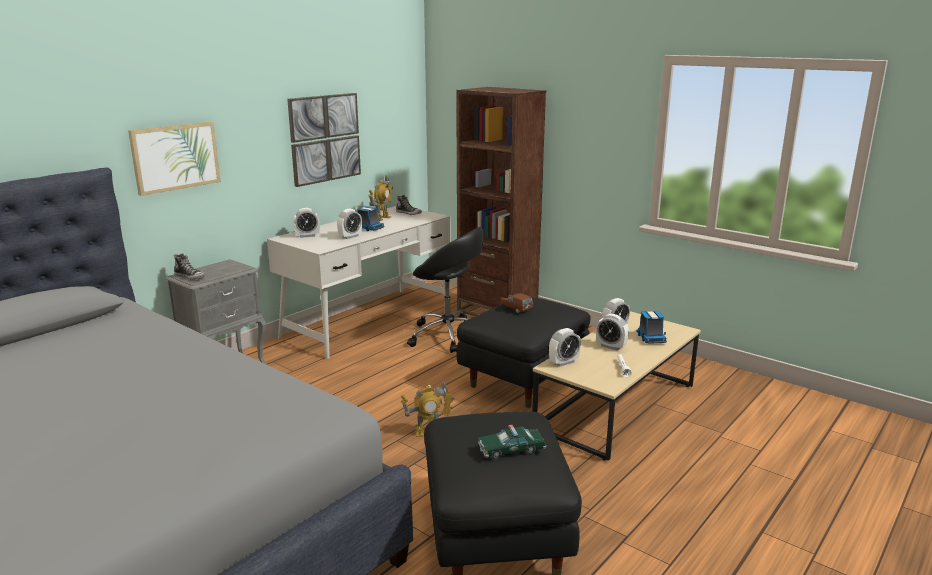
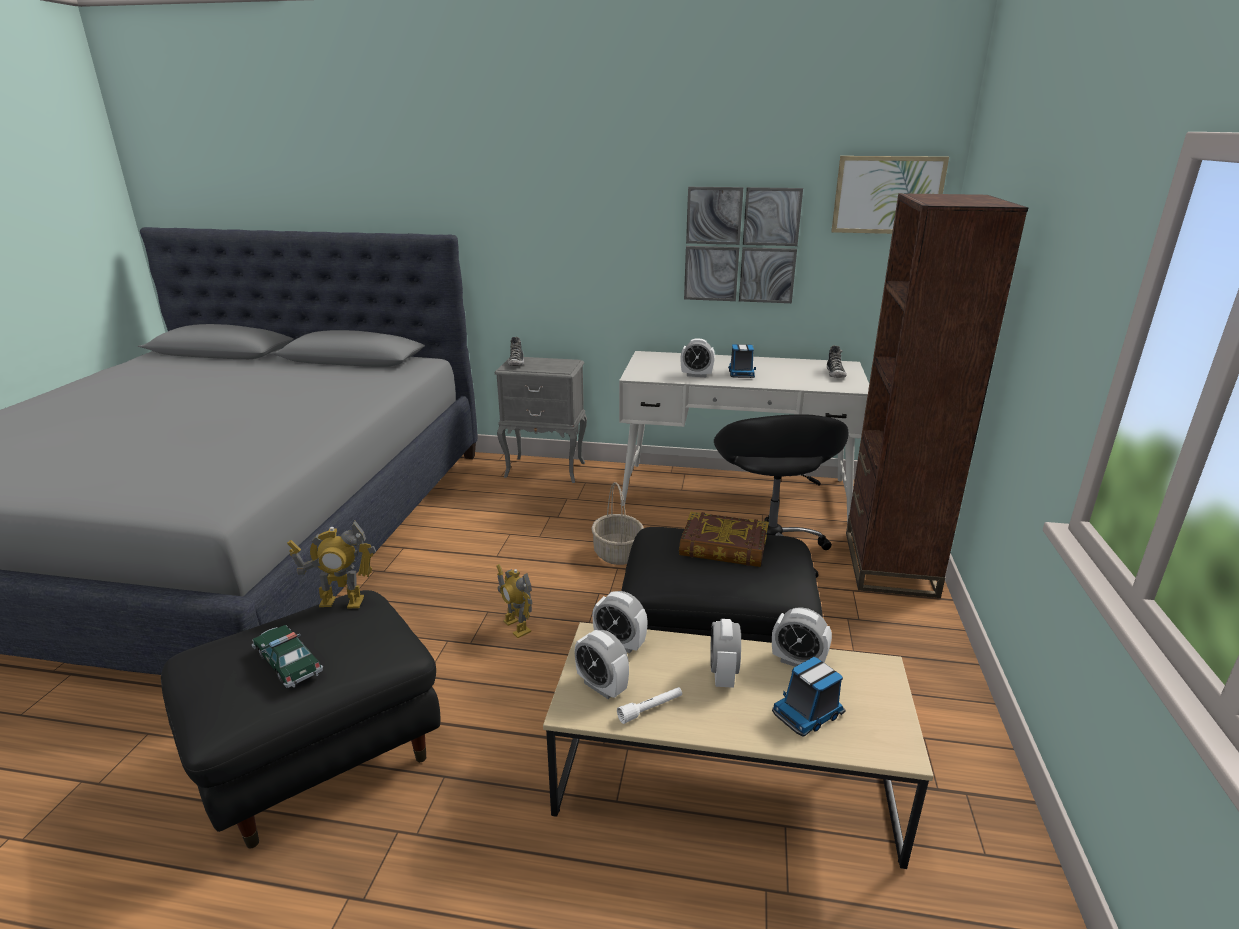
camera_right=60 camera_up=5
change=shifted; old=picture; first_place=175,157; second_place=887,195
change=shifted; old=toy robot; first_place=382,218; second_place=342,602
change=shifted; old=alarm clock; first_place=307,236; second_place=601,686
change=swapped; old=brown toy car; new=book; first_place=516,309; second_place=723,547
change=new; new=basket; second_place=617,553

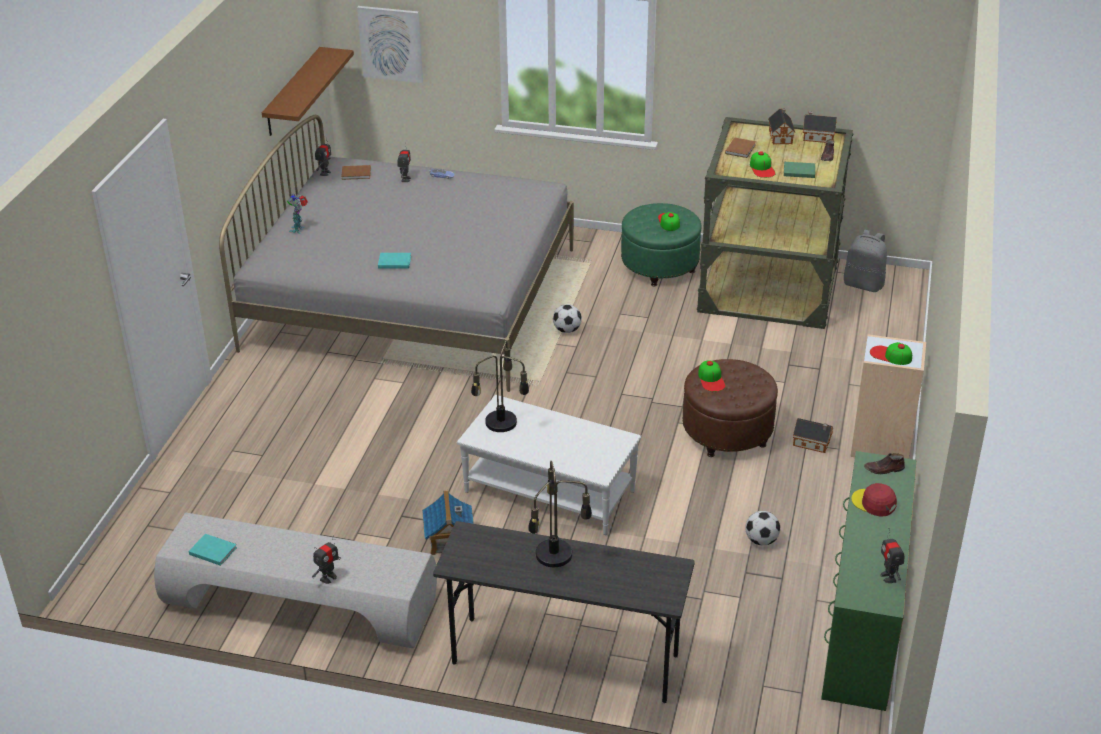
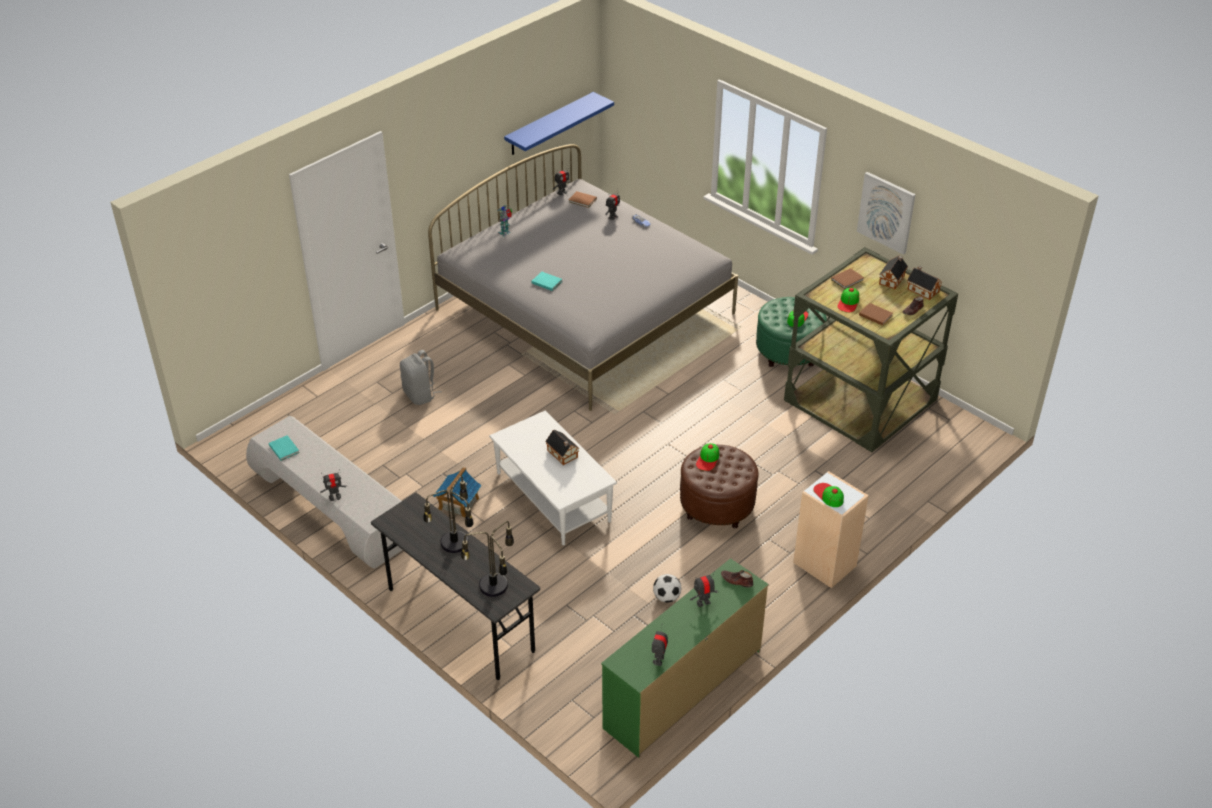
camera_right=30 camera_up=5
change=shifted; old=picture; first_place=391,43; second_place=886,212
change=repainted; old=brown shelf; new=blue shelf; first_place=293,92; second_place=550,124
change=repainted; old=green book; new=brown book; first_place=798,171; second_place=875,315
change=shifted; old=grey backpack; first_place=864,284; second_place=420,395
change=gone; old=football; first_place=567,330
change=shifted; old=table lamp; first_place=501,423; second_place=493,586
change=shifted; old=toy house; first_place=813,443; second_place=563,454
change=swapped; old=red cap; new=toy robot; first_place=874,503; second_place=703,602

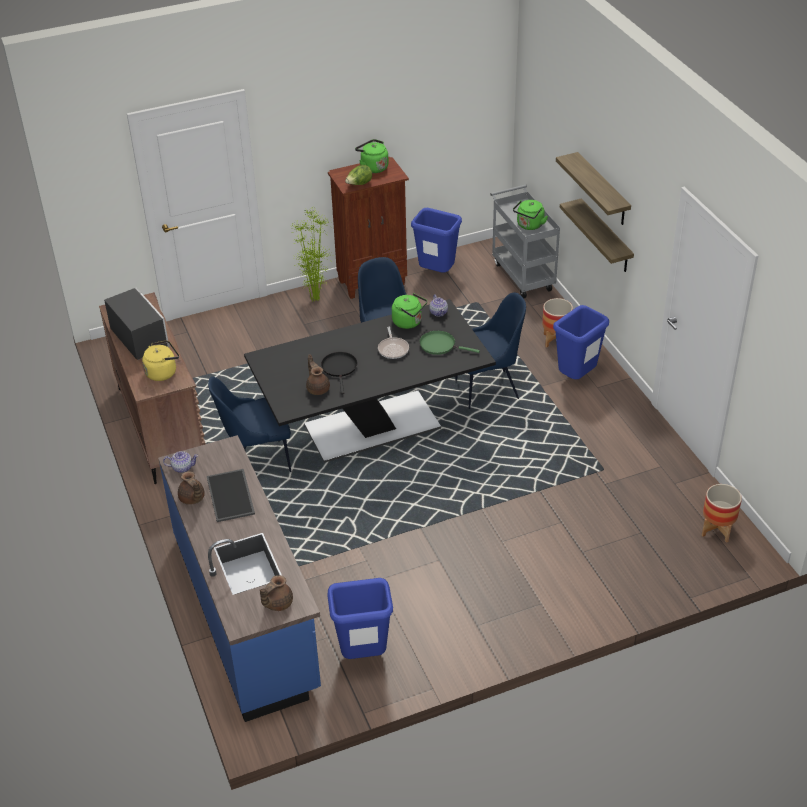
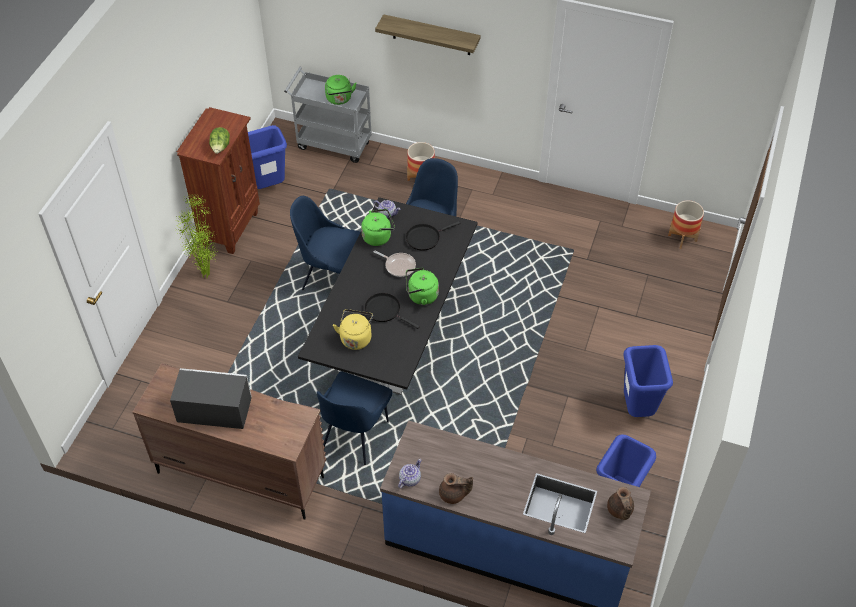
camera_right=-50 camera_up=10
change=shifted; old=green kettle; first_place=373,167; second_place=421,296
change=gone; old=shelf; first_place=605,237
change=shifted; old=blue trash can; first_place=576,378; second_place=637,409
change=repainted; old=green frying pan; new=black frying pan; first_place=440,345; second_place=425,238
change=shifted; old=yellow kettle; first_place=163,372; second_place=356,337
change=gone; old=brown teapot; first_place=318,388
change=gone; old=tray; first_place=231,496

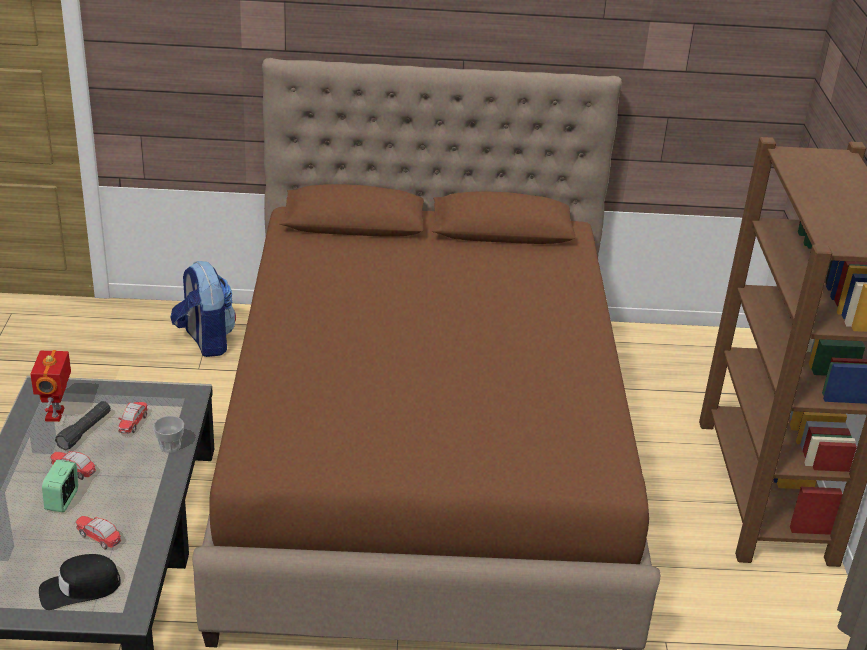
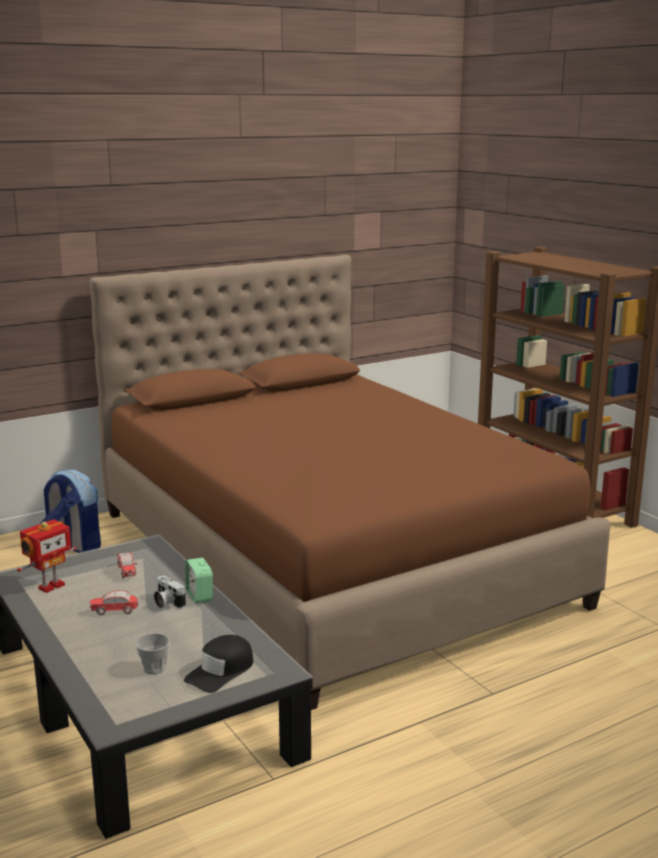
camera_right=-30 camera_up=-15
change=rotated; old=toy robot; first_place=56,414; second_place=50,586; degrees=-105
change=gone; old=black flashlight; first_place=85,431
change=shifted; old=cup; first_place=170,446; second_place=154,668
change=shifted; old=alarm clock; first_place=62,500; second_place=199,596
change=gone; old=toy car; first_place=99,538
change=new; new=photo camera; second_place=167,602

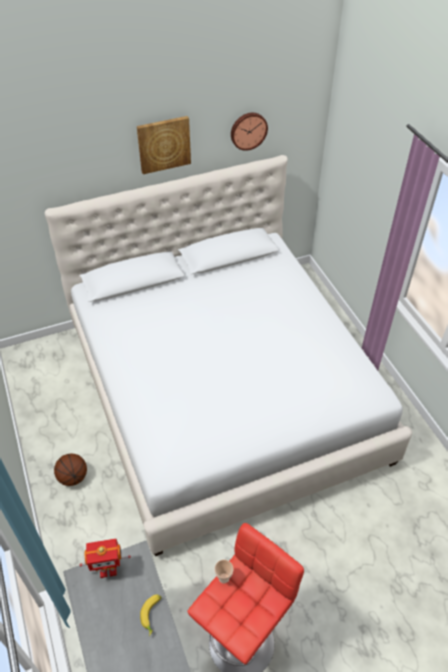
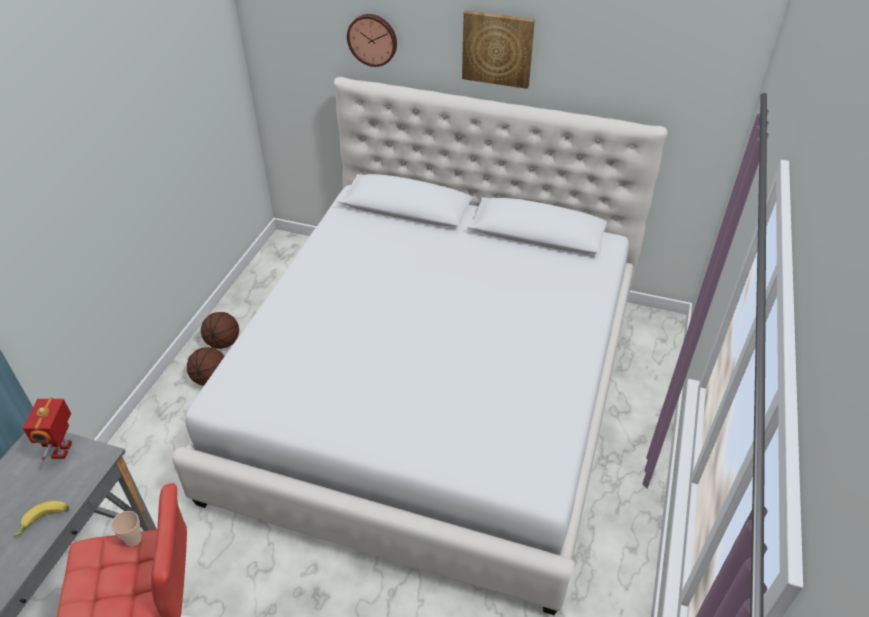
camera_right=40 camera_up=-5
change=shifted; old=wall clock; first_place=248,130; second_place=373,39
change=rotated; old=toy robot; first_place=108,570; second_place=63,450; degrees=60
change=new; new=basketball; second_place=223,342

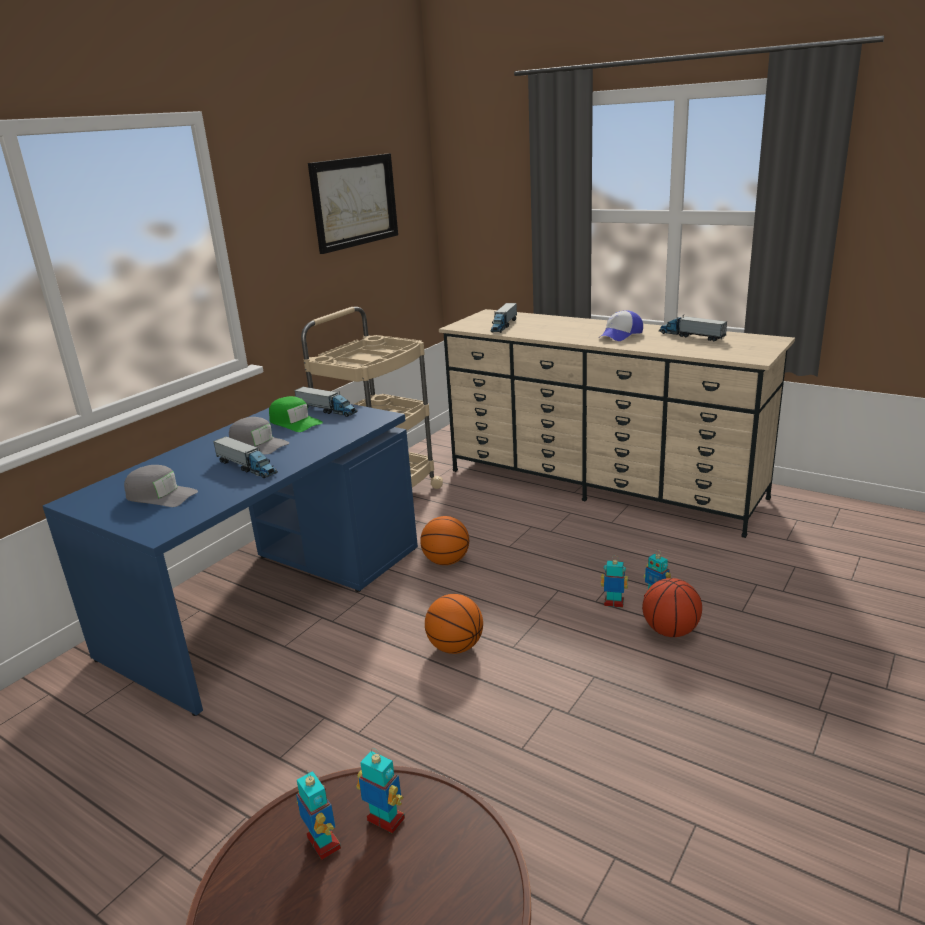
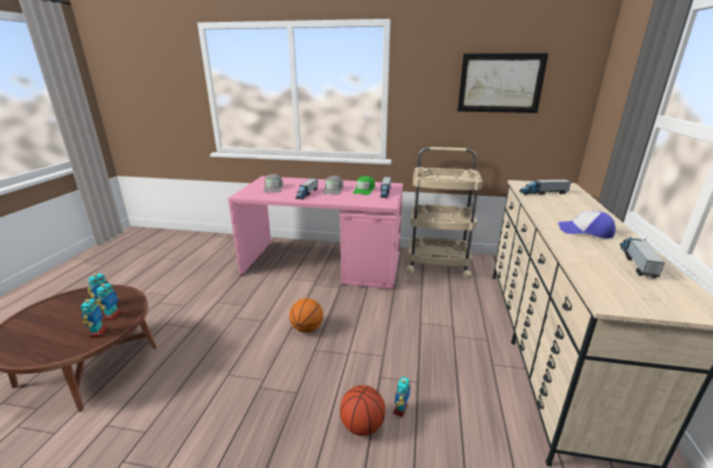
camera_right=65 camera_up=0
change=repainted; old=blue desk; new=pink desk; first_place=269,599; second_place=323,263
change=gone; old=basketball; first_place=446,561
change=shifted; old=toy robot; first_place=614,603; second_place=98,332

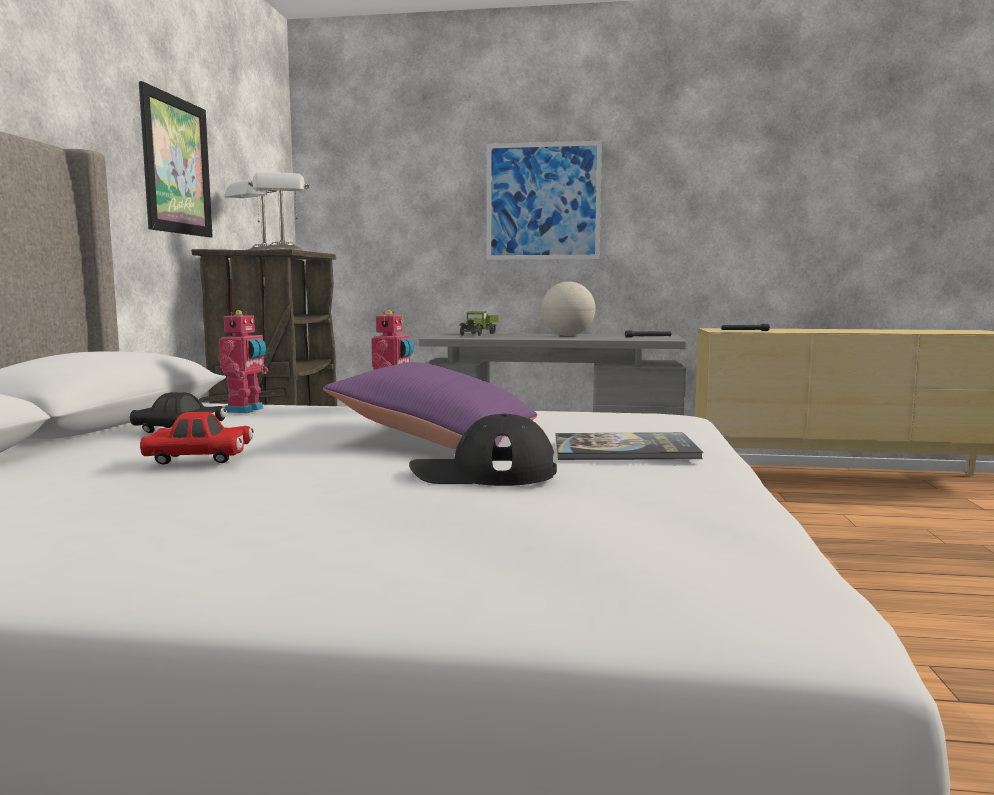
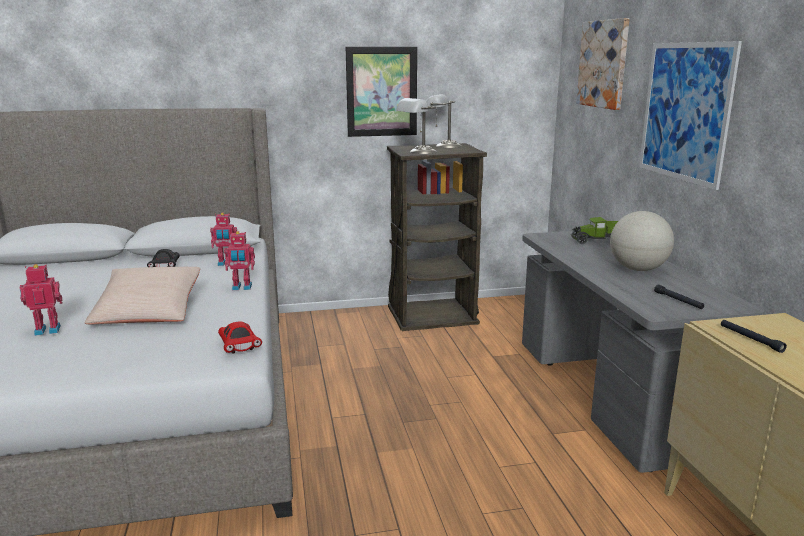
camera_right=70 camera_up=10
change=repainted; old=purple pillow; new=beige pillow; first_place=439,438; second_place=148,311
change=shifted; old=red toy car; first_place=199,459; second_place=239,346
change=swapped; old=black cap; new=toy robot; first_place=483,473; second_place=48,329
change=gone; old=book; first_place=624,449
change=new; new=picture; second_place=603,64

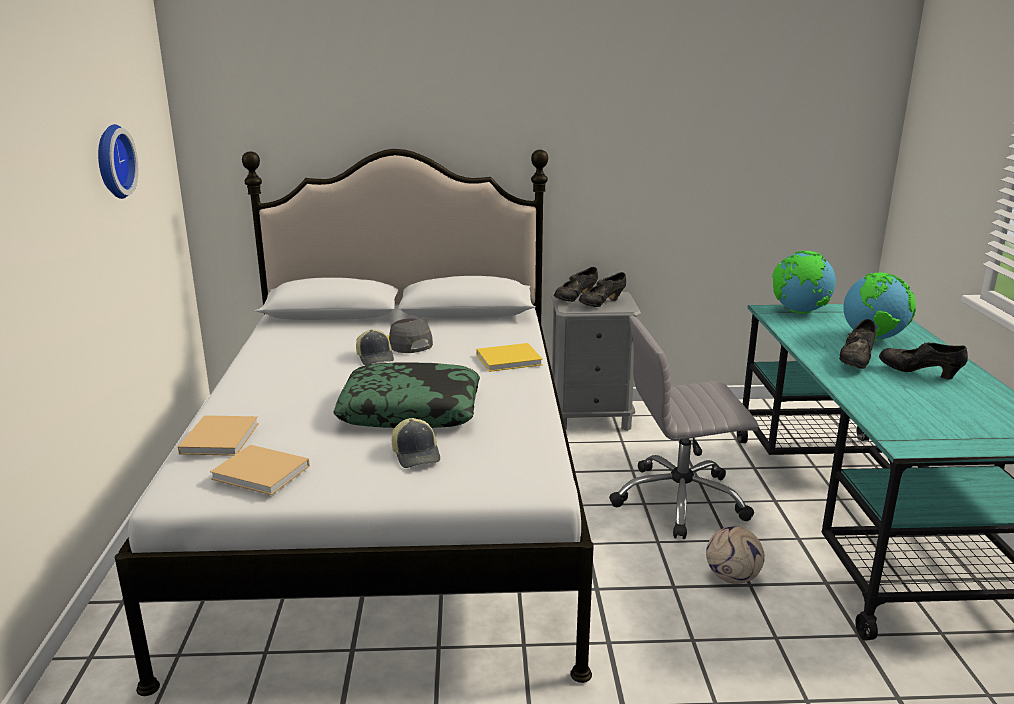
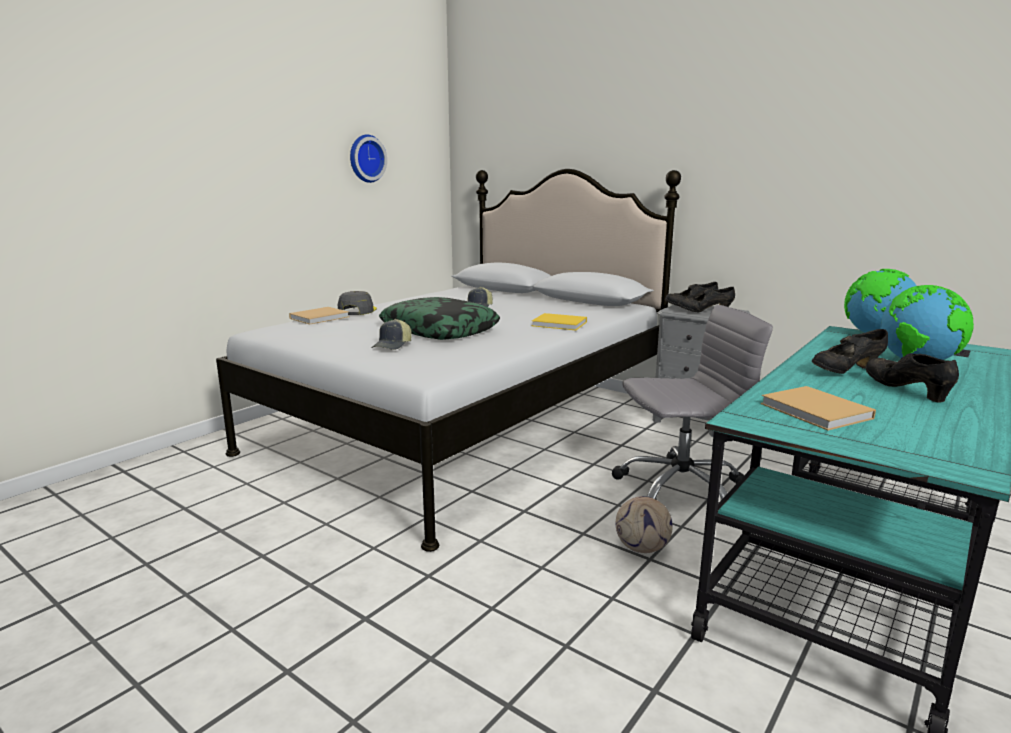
camera_right=40 camera_up=-5
change=rotated; old=grey office chair; first_place=679,501; second_place=681,489; degrees=135
change=shifted; old=grey cap; first_place=407,343; second_place=357,310
change=shifted; old=beige book; first_place=263,473; second_place=818,412

